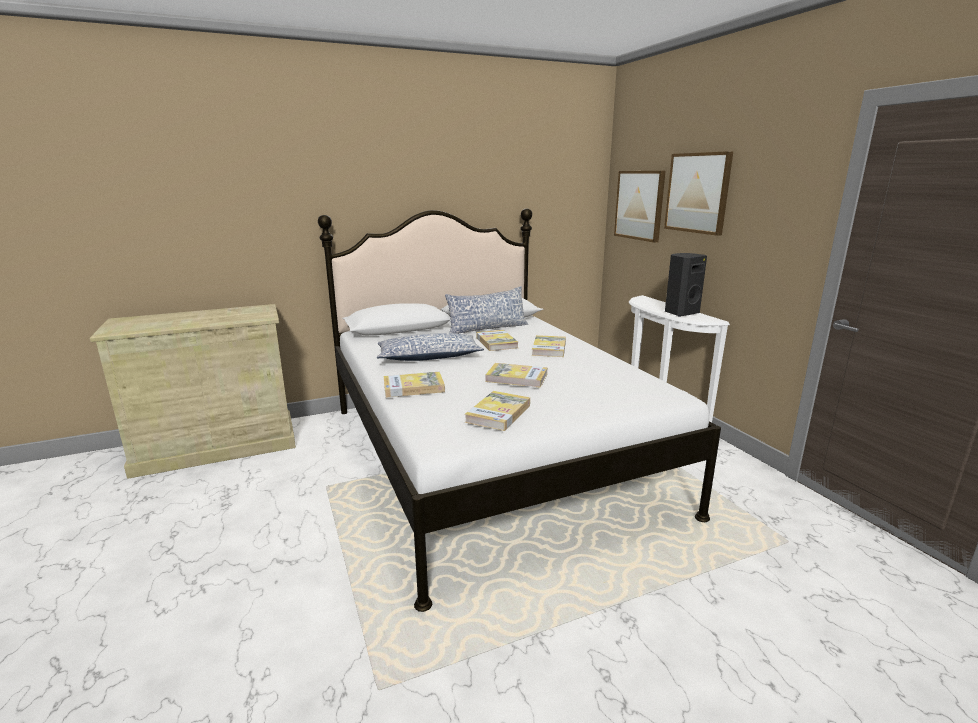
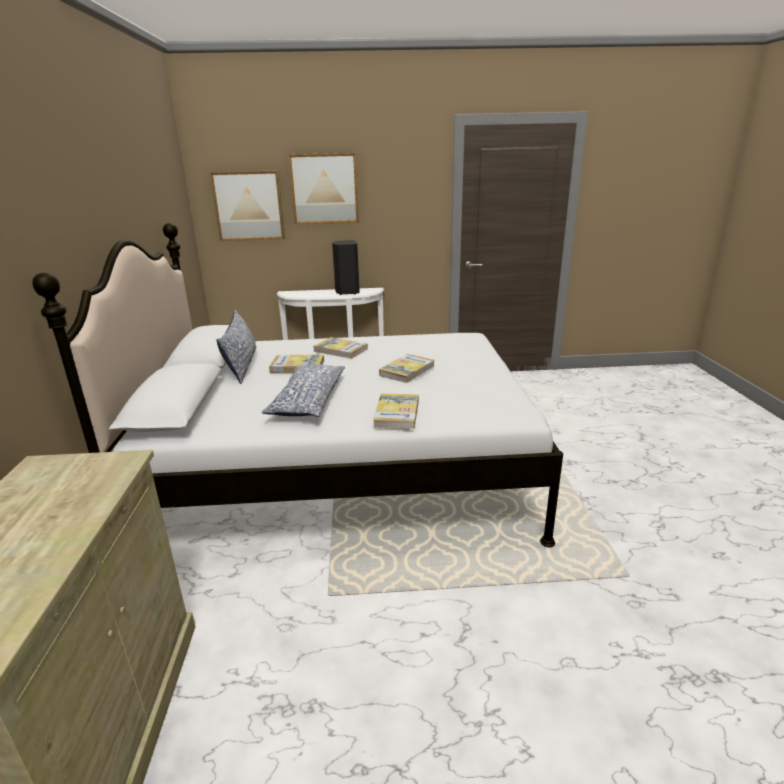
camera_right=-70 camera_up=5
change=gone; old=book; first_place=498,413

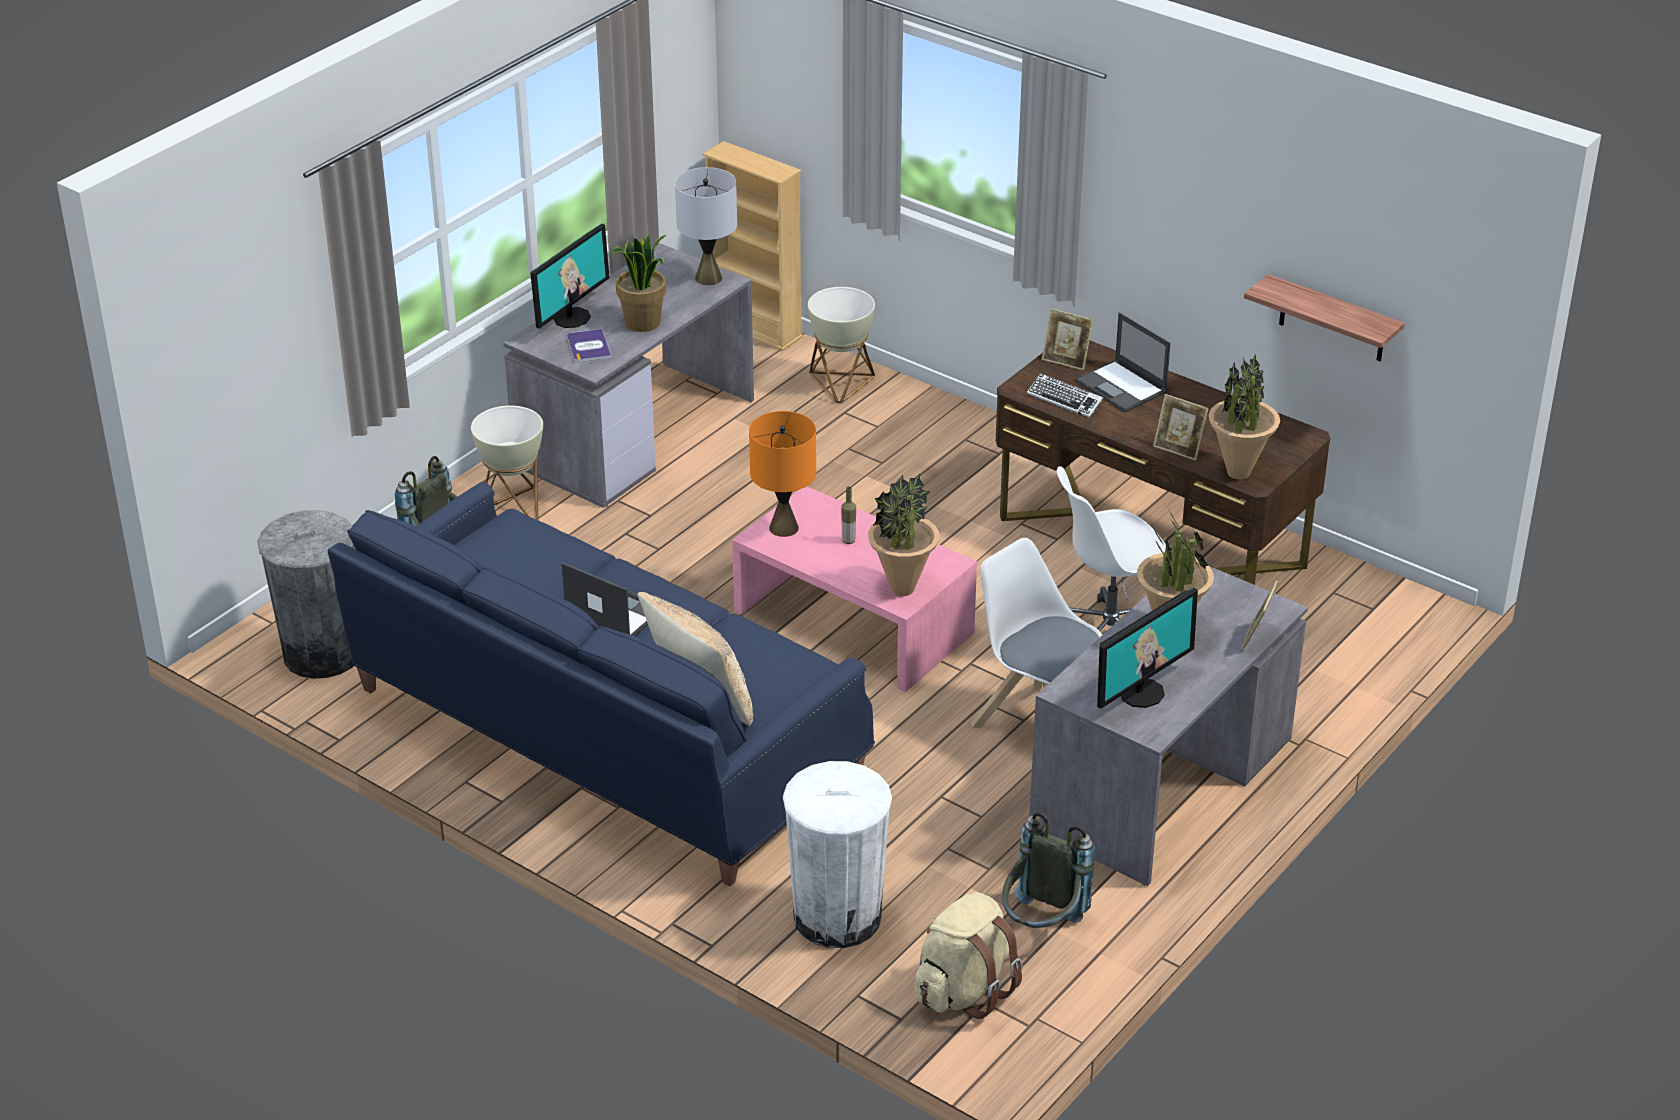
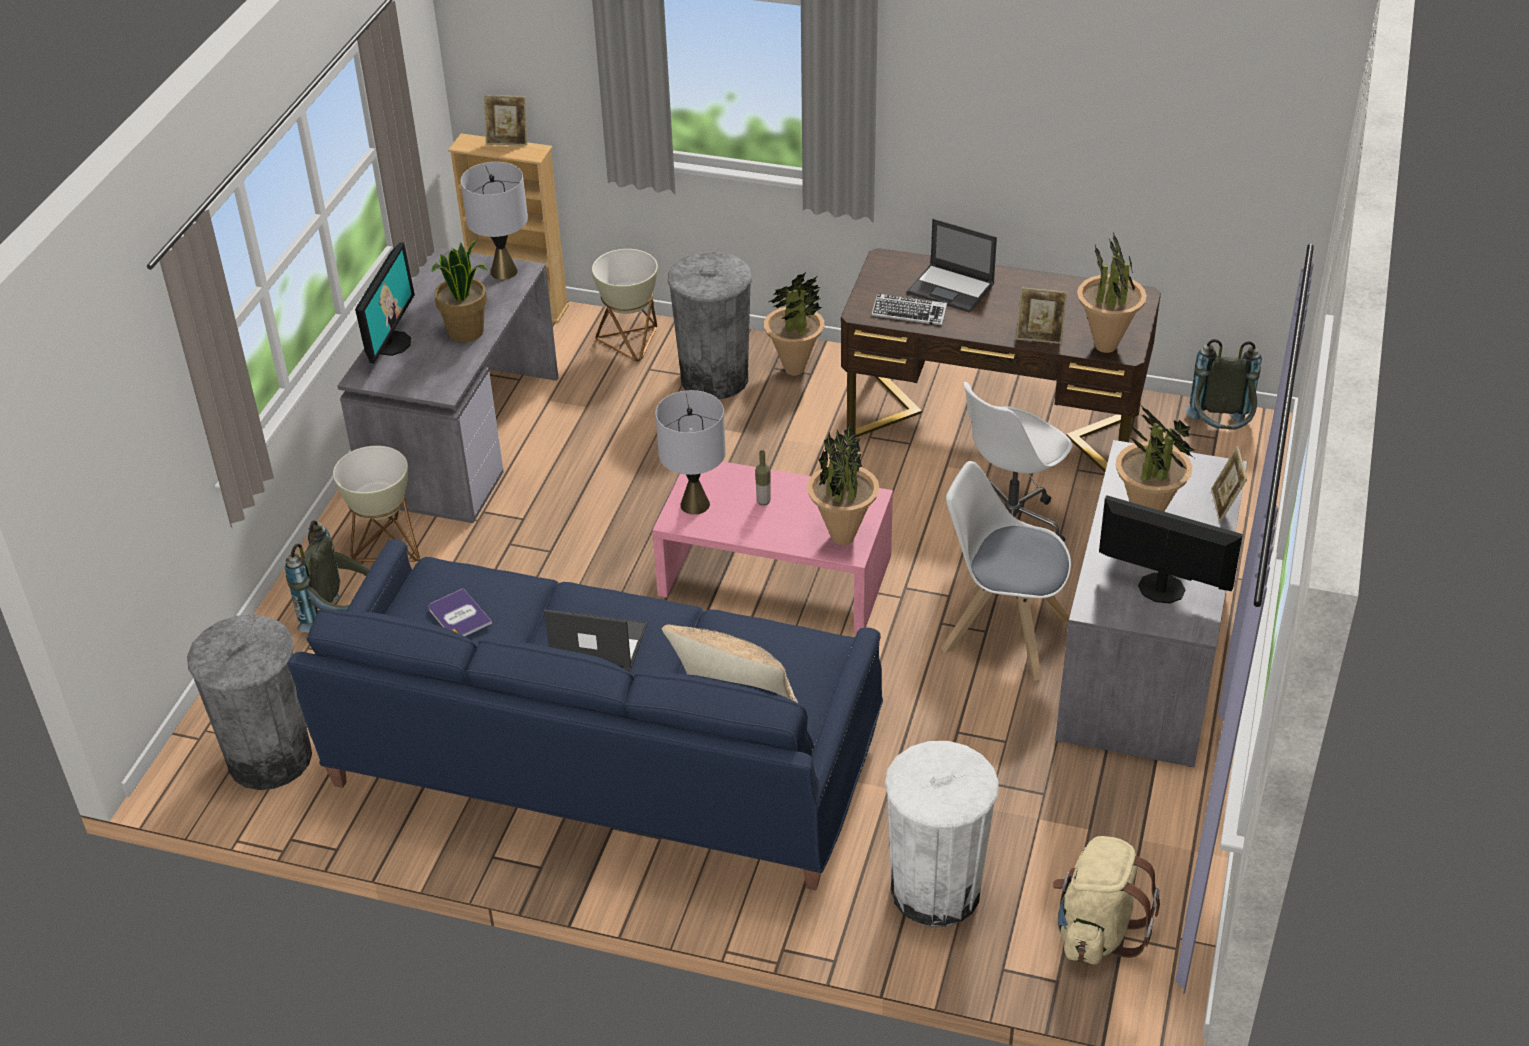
camera_right=-20 camera_up=5
change=gone; old=shelf; first_place=1332,320
change=shifted; old=picture frame; first_place=1066,361; second_place=508,141
change=shifted; old=book; first_place=588,347; second_place=459,615
change=repainted; old=orange table lamp; new=grey table lamp; first_place=783,528; second_place=695,505
change=rotated; old=monitor; first_place=1141,693; second_place=1161,589; degrees=-90
change=shifted; old=grey backpack; first_place=1041,926; second_place=1219,432
change=new; new=grey trash can; second_place=714,378
change=new; new=potted plant; second_place=794,369

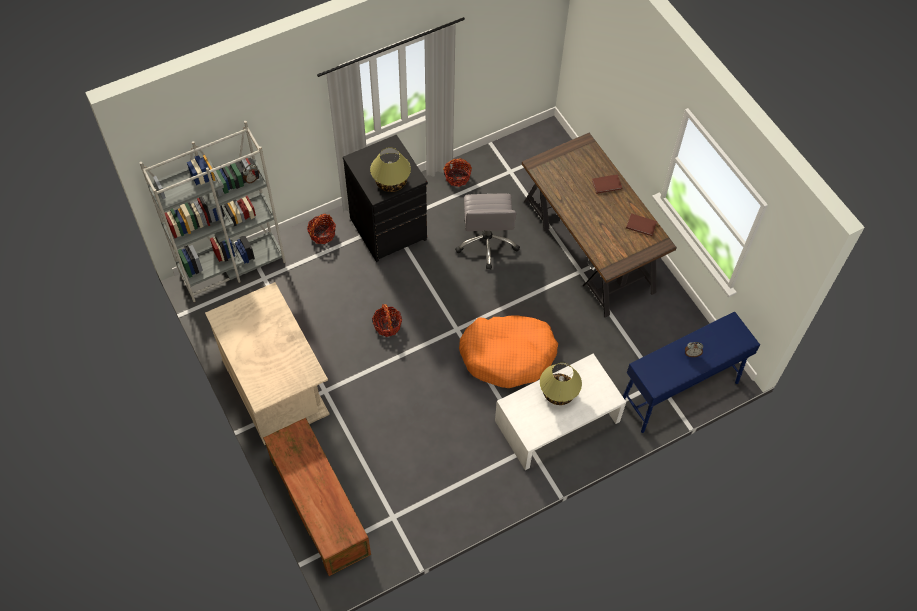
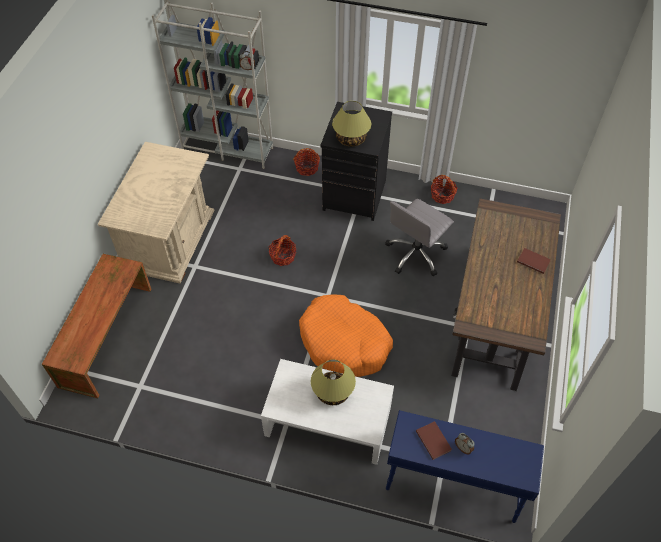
camera_right=45 camera_up=-5
change=shifted; old=brown book; first_place=641,225; second_place=434,440

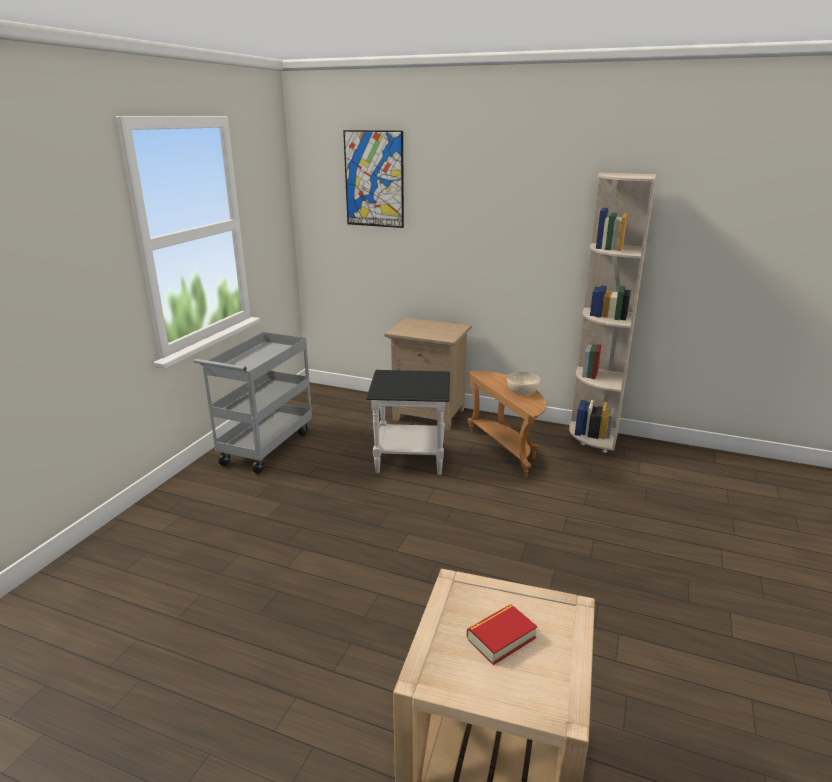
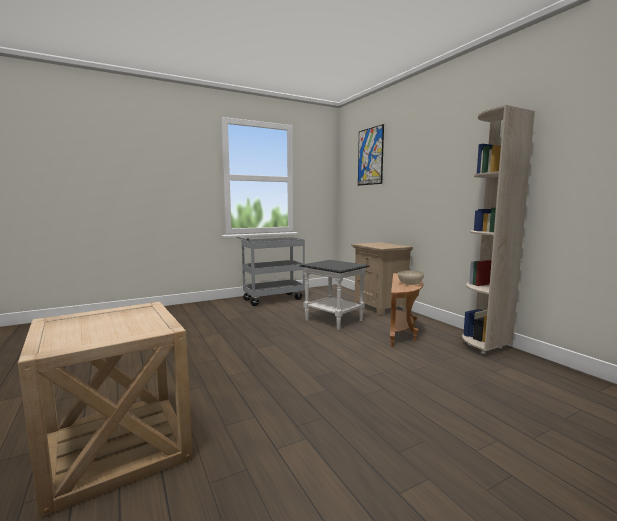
camera_right=40 camera_up=-15
change=gone; old=book; first_place=501,638

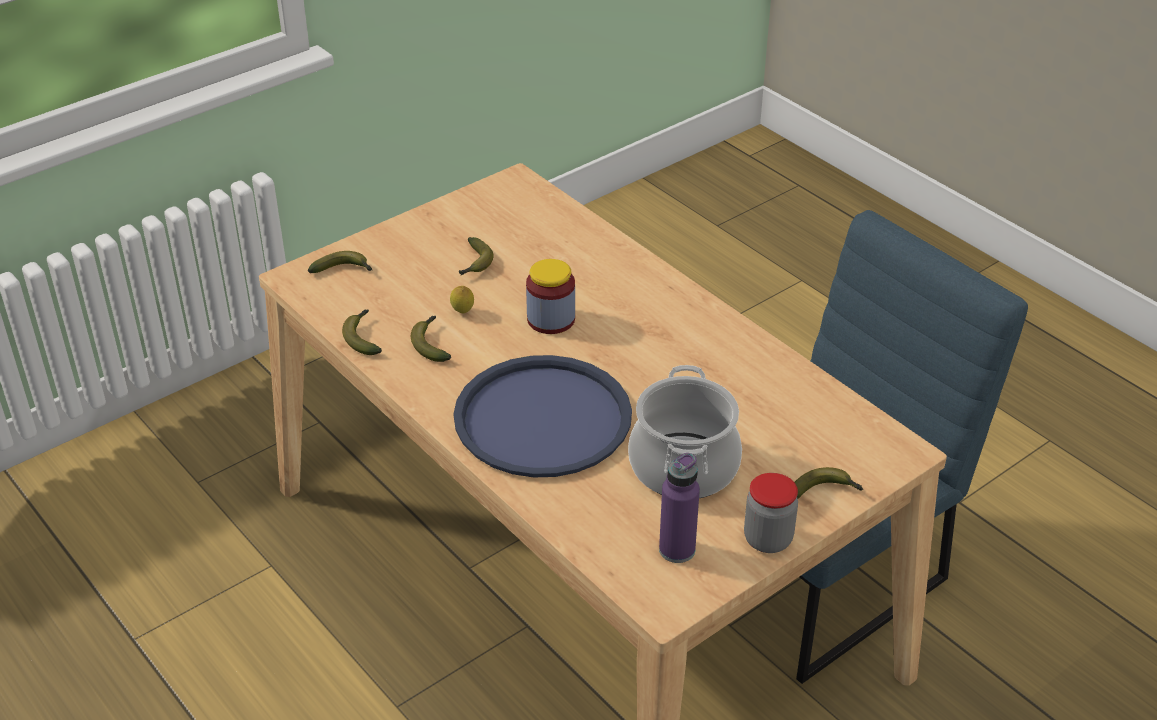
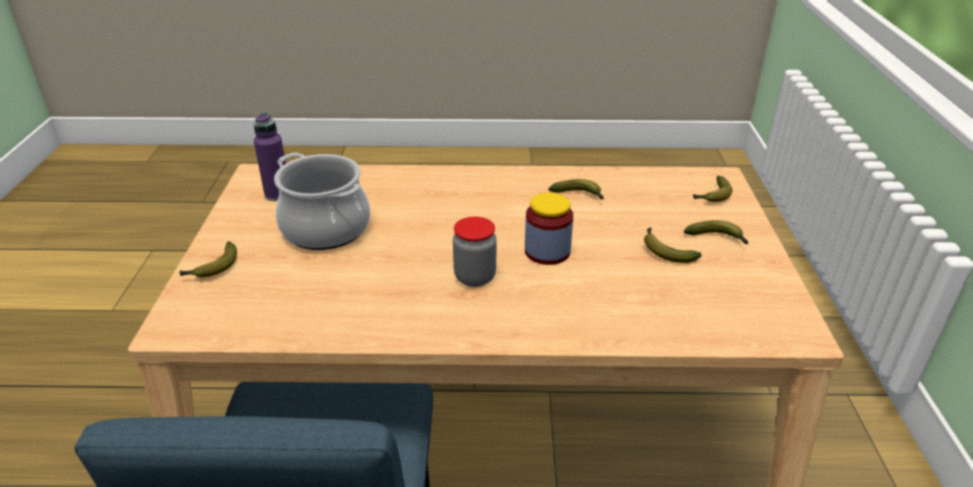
camera_right=130 camera_up=-5
change=gone; old=lemon; first_place=462,312
change=shifted; old=banana; first_place=363,337; second_place=717,239
change=gone; old=blue tray; first_place=543,418
change=shifted; old=jar; first_place=768,539; second_place=475,277

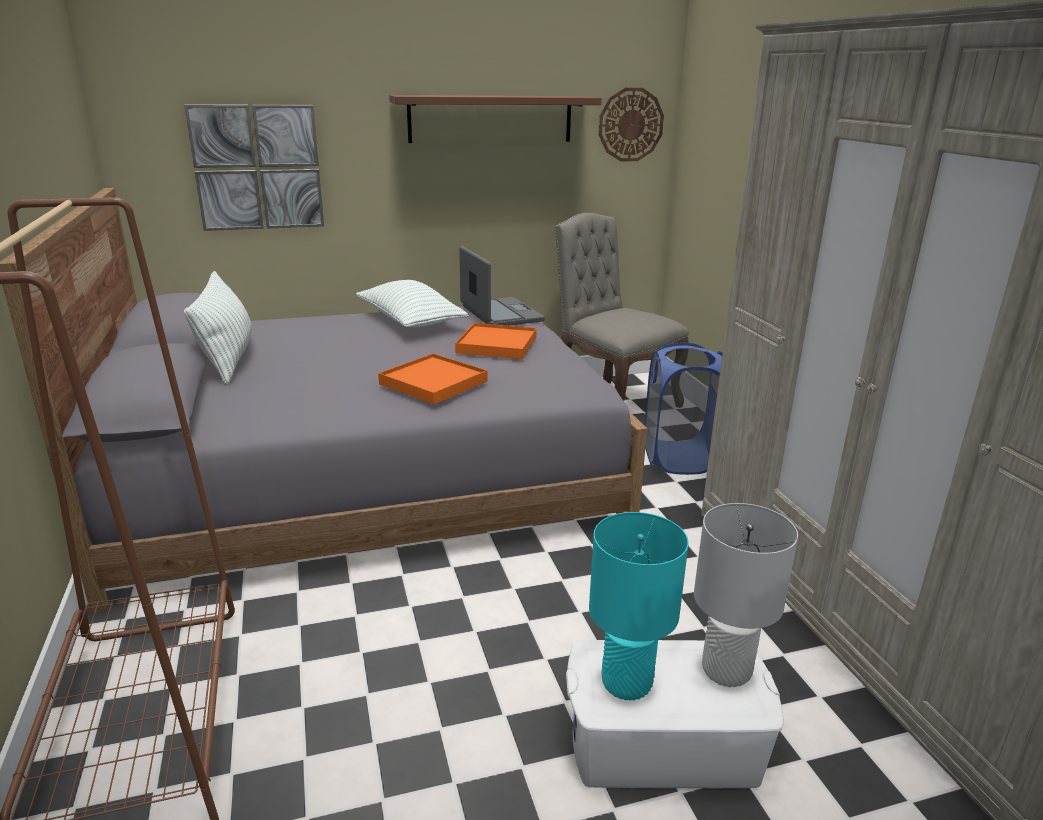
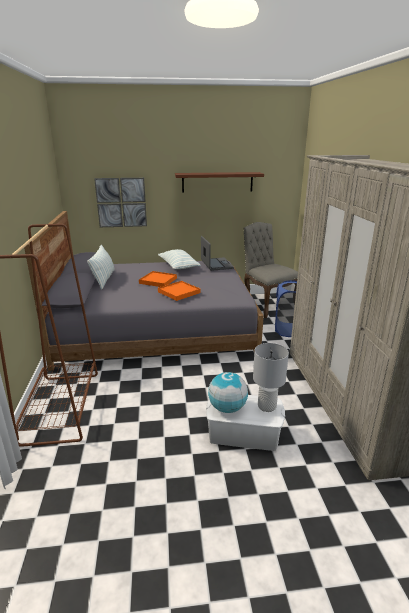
camera_right=10 camera_up=0
change=gone; old=wall clock; first_place=630,125
change=shifted; old=orange tray; first_place=496,345; second_place=158,281
change=swapped; old=turquoise table lamp; new=globe; first_place=626,687; second_place=227,408

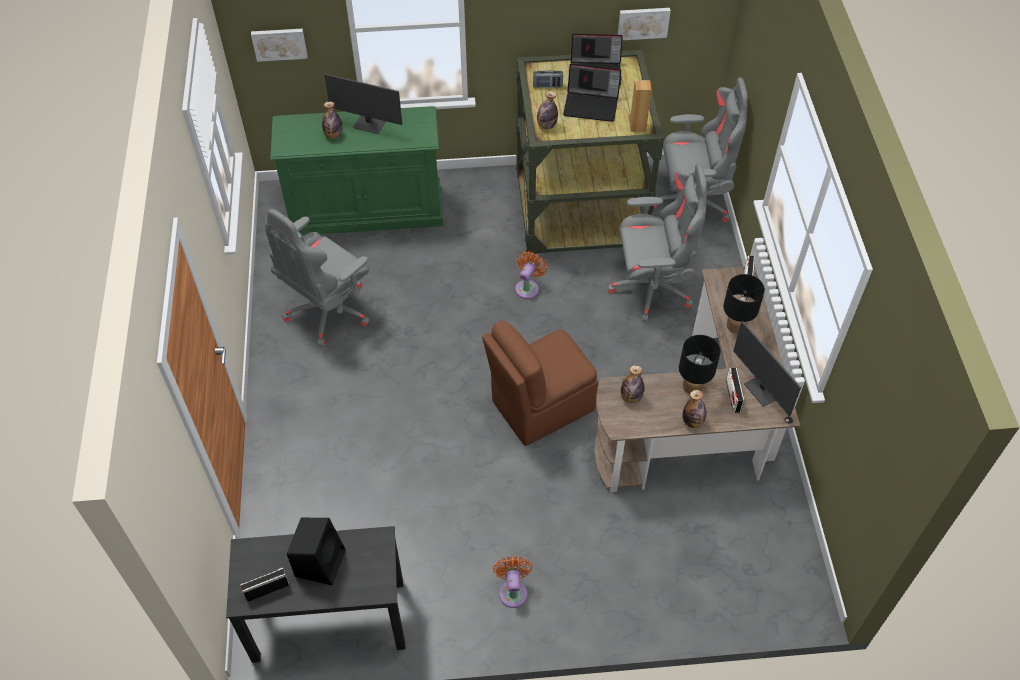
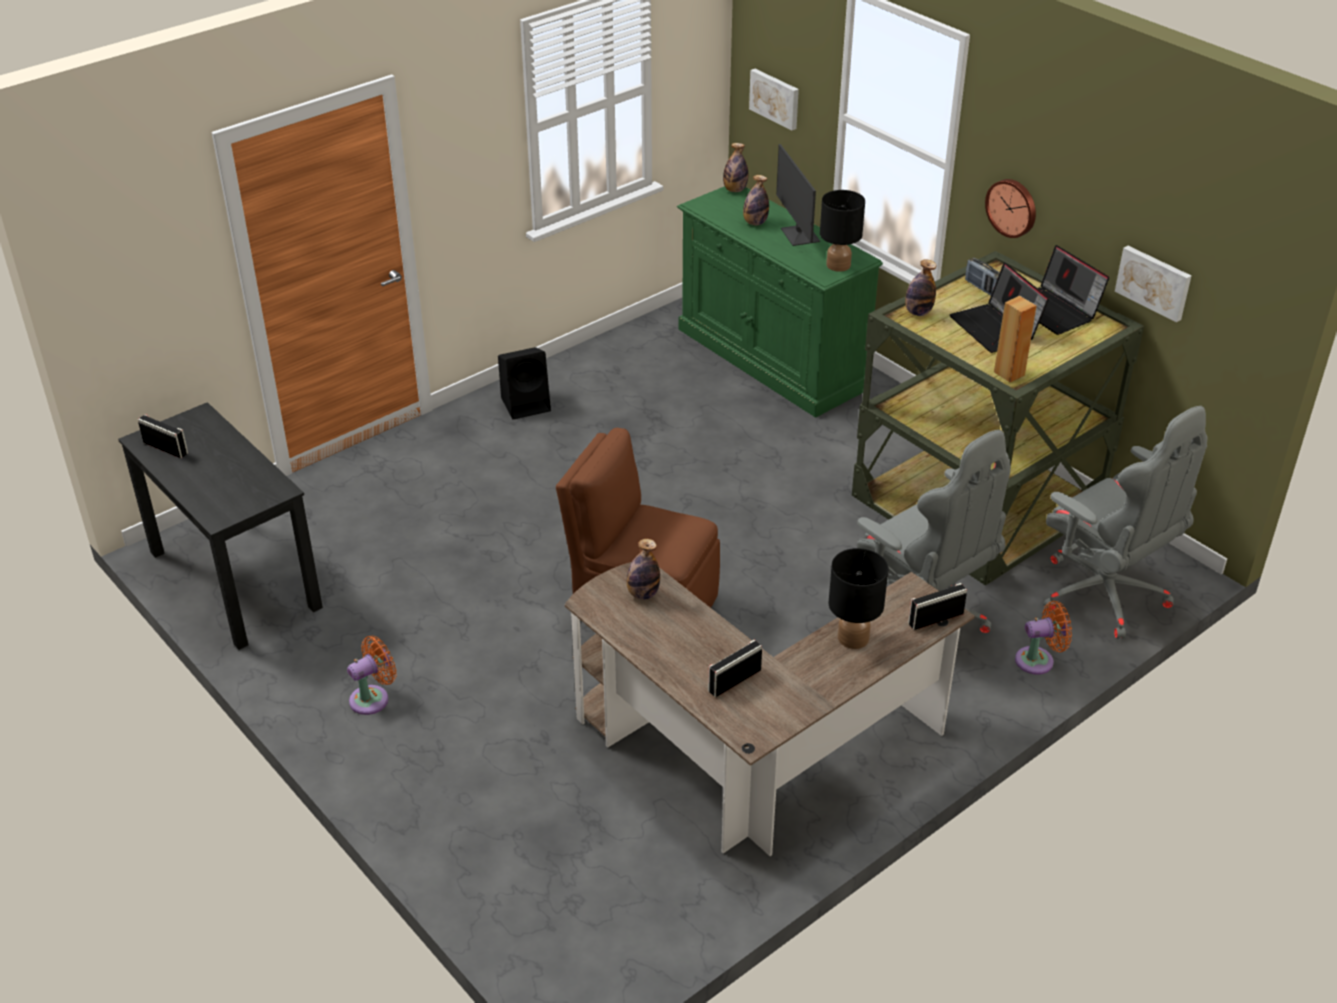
camera_right=55 camera_up=-15
change=gone; old=grey office chair; first_place=329,310
change=shifted; old=orange fan; first_place=528,287; second_place=1038,660
change=gone; old=monitor; first_place=762,390
change=shifted; old=black table lamp; first_place=693,386; second_place=839,265
change=shifted; old=bottle; first_place=692,421; second_place=735,190
change=shifted; old=black speaker; first_place=320,561; second_place=527,404
change=new; new=wall clock; second_place=1012,207

